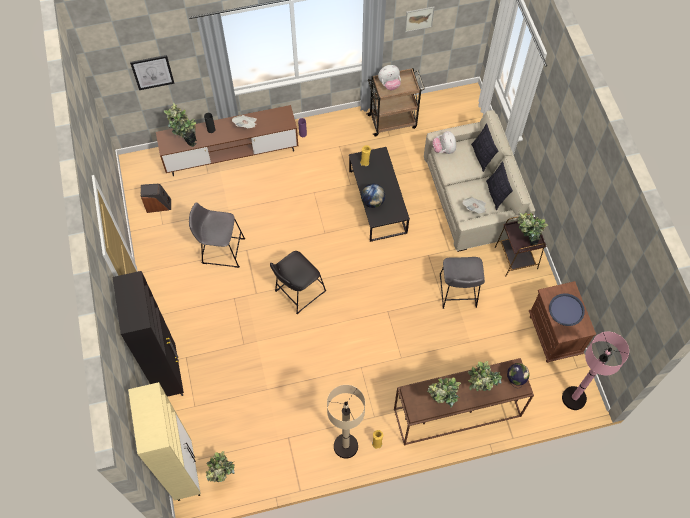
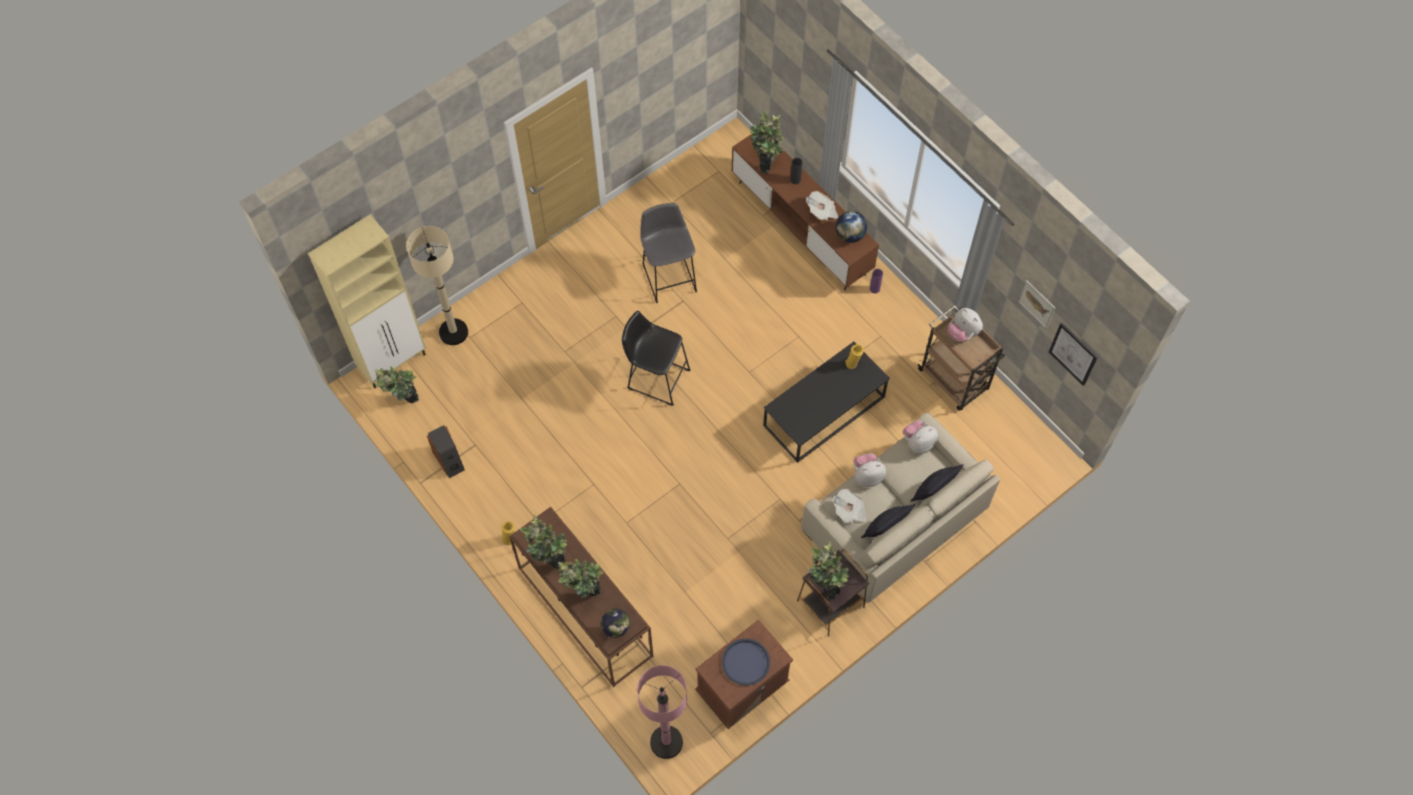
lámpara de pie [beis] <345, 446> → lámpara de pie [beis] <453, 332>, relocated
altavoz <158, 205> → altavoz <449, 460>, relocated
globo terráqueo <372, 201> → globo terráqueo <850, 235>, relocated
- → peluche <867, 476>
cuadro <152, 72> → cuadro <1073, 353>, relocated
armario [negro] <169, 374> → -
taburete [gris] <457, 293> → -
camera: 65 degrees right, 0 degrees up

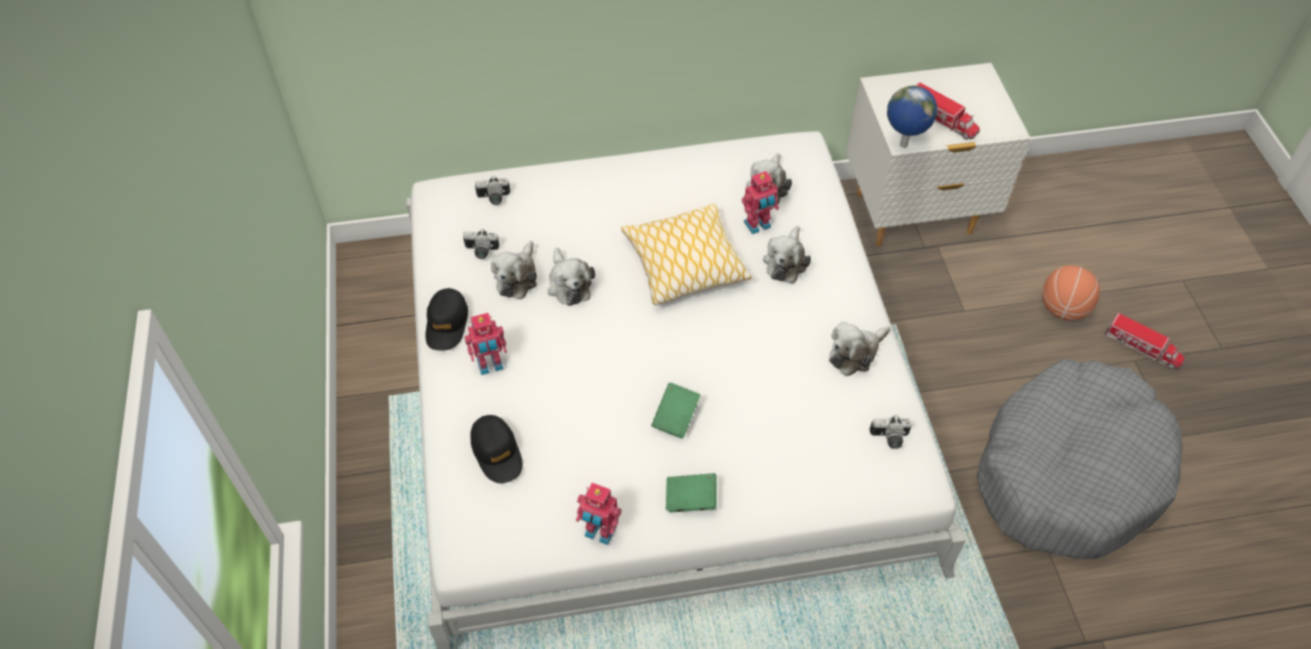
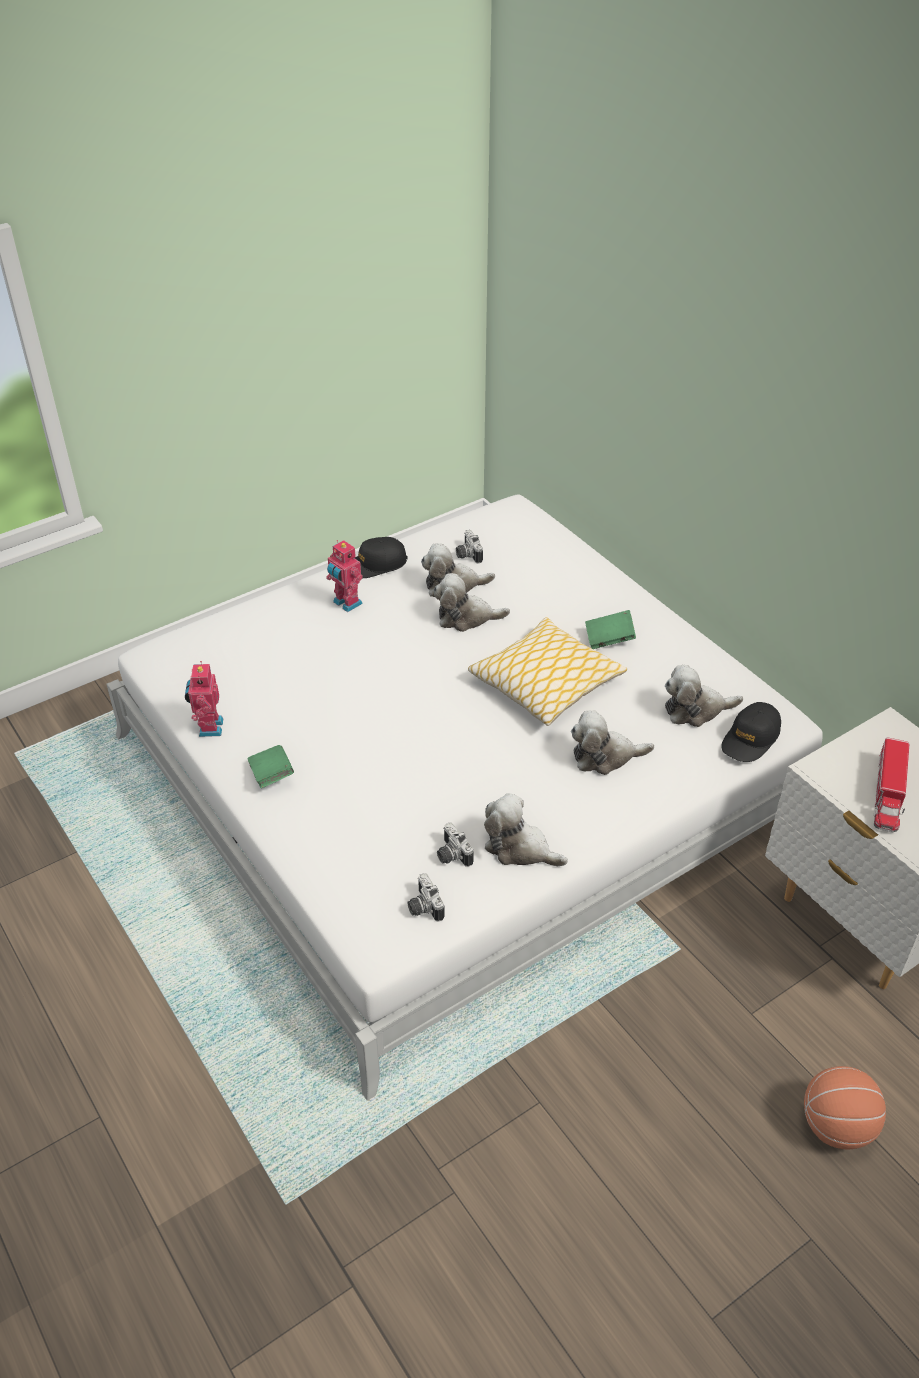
peluche <568, 284> → peluche <466, 617>, 45 degrees clockwise
cámara <493, 198> → cámara <451, 855>, relocated
libro [verde] <676, 417> → libro [verde] <609, 639>, relocated
gorra [negro] <497, 452> → gorra [negro] <750, 739>, relocated
robot de juguete <758, 225> → -
globo terráqueo <903, 146> → -
cama para perro [gris] <1069, 471> → -
camión de juguete <1142, 347> → -
camera: 65 degrees right, 10 degrees down

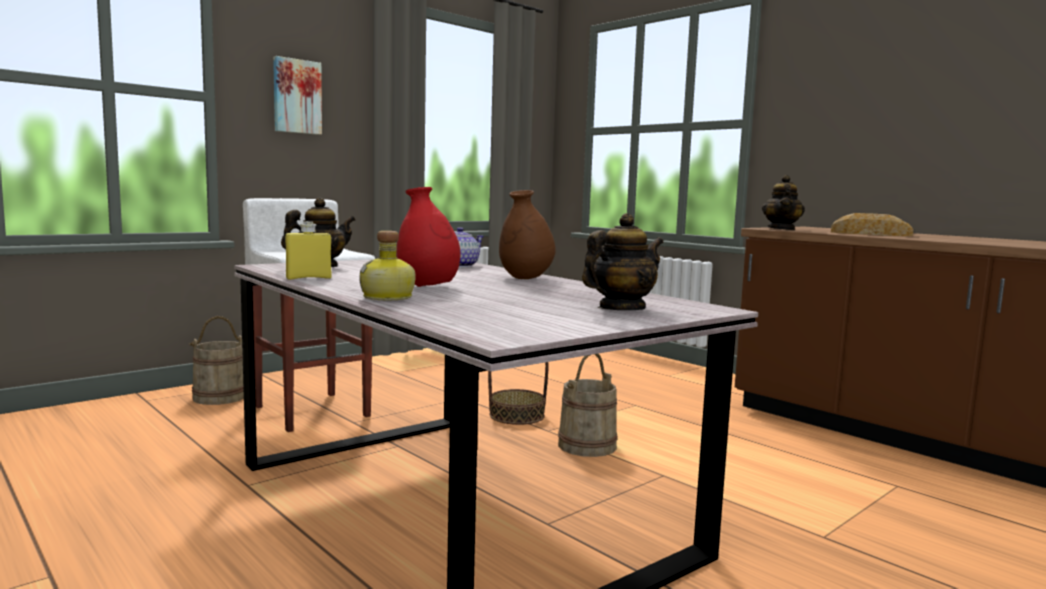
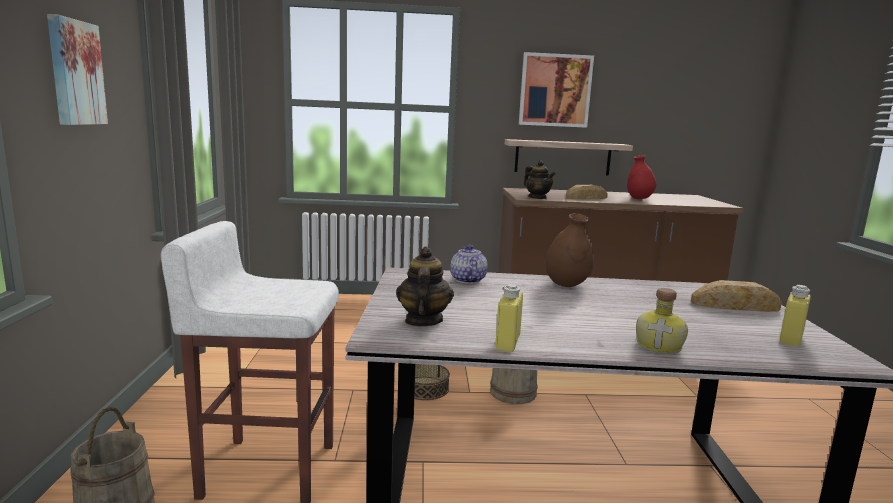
- → estante <563, 157>
- → cuadro <555, 90>
florero [rojo] <428, 287> → florero [rojo] <639, 199>, relocated
tetera <621, 309> → pan <735, 305>
- → botella [amarillo] <791, 339>
camera: 50 degrees left, 5 degrees up

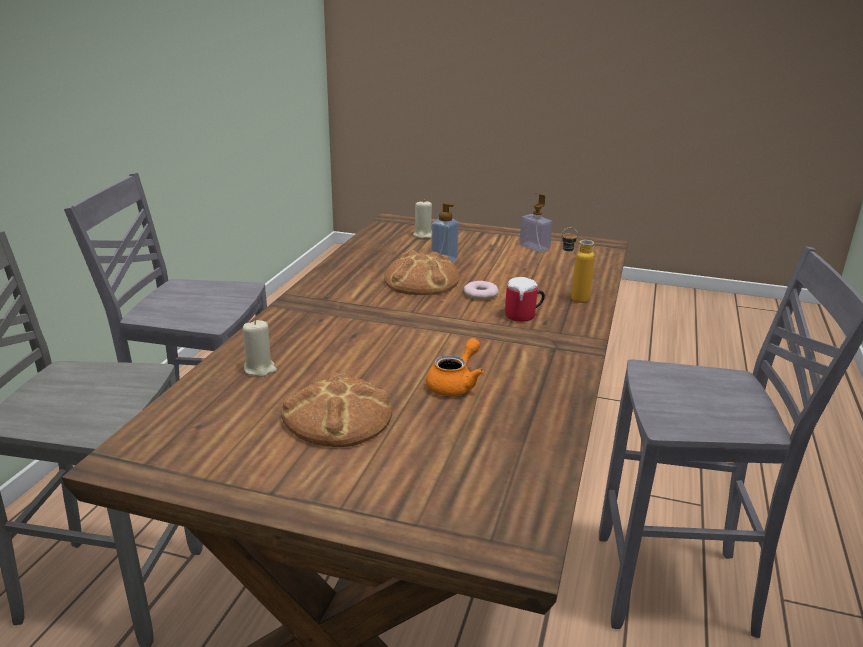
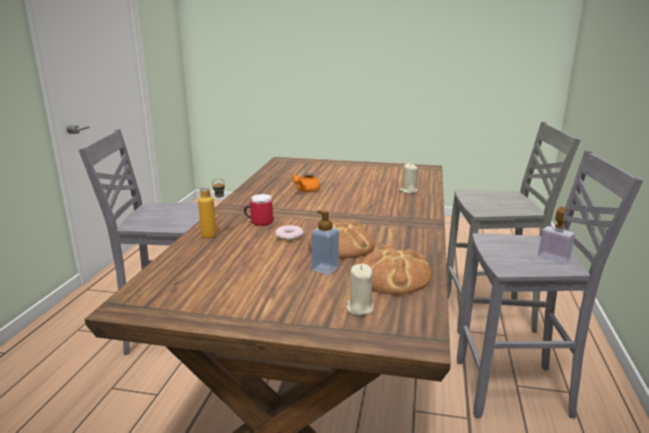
pan <337, 417> → pan <392, 276>, relocated
dispensador de jabón <534, 247> → dispensador de jabón <553, 257>, relocated
camera: 175 degrees right, 5 degrees down

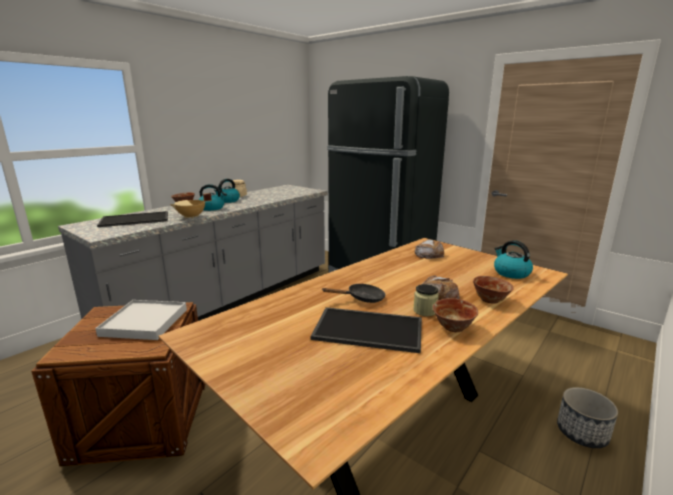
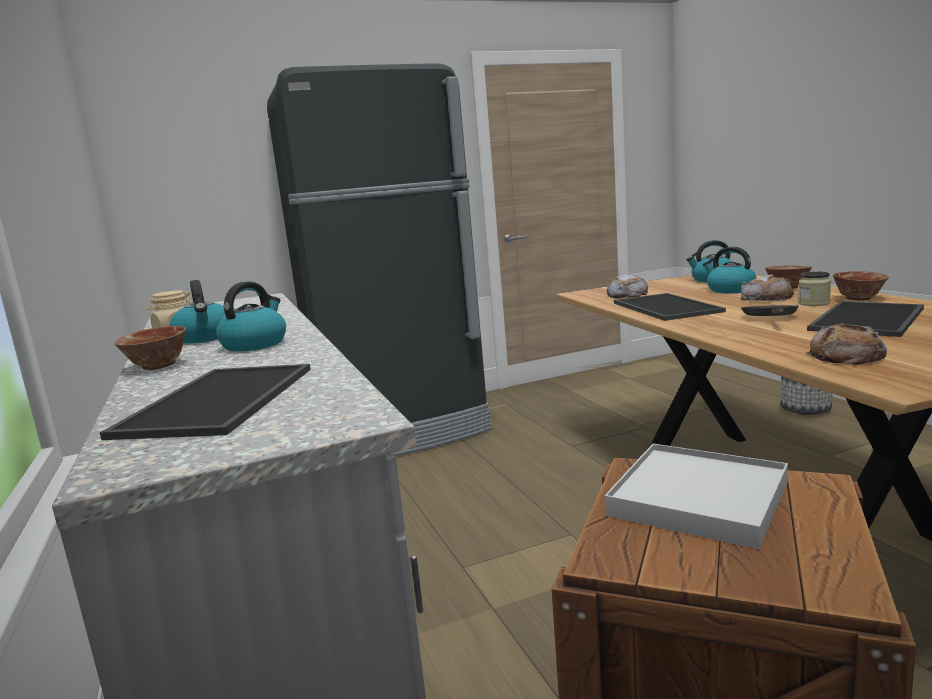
- → bandeja <663, 307>
- → hervidor <730, 290>
- → pan <847, 355>
olla [beis] <192, 217> → -
camera: 60 degrees left, 5 degrees down

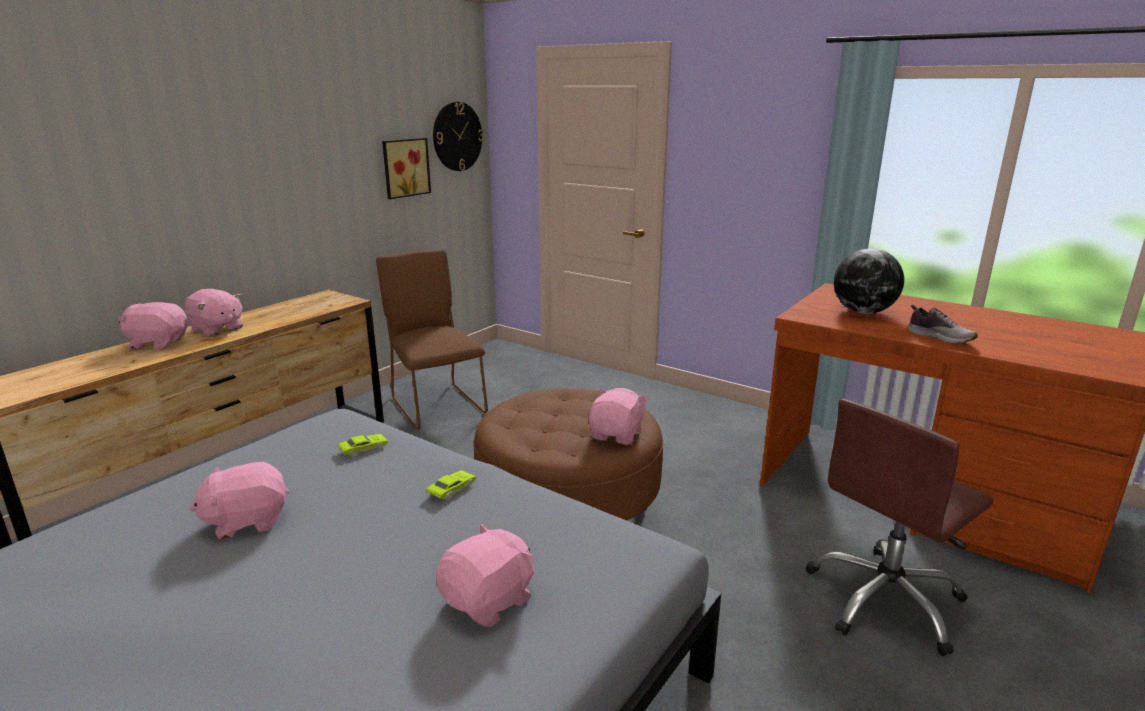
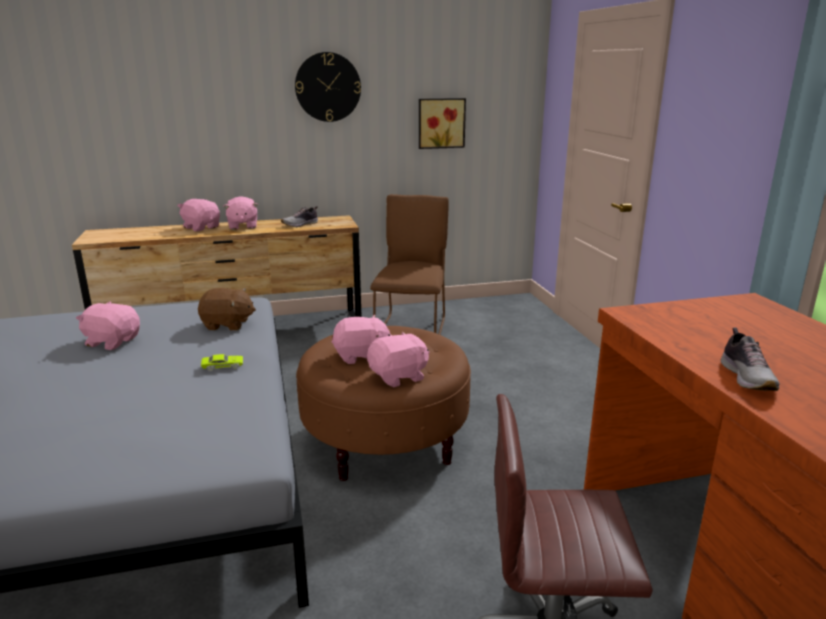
coche de juguete [verde] <363, 448> → peluche [marrón] <227, 324>
- → zapato <300, 224>
reloj de pared <457, 136> → reloj de pared <328, 87>, relocated
peluche [rosa] <489, 601> → peluche [rosa] <361, 356>, relocated
globo terráqueo <863, 312> → -
camera: 40 degrees right, 0 degrees up

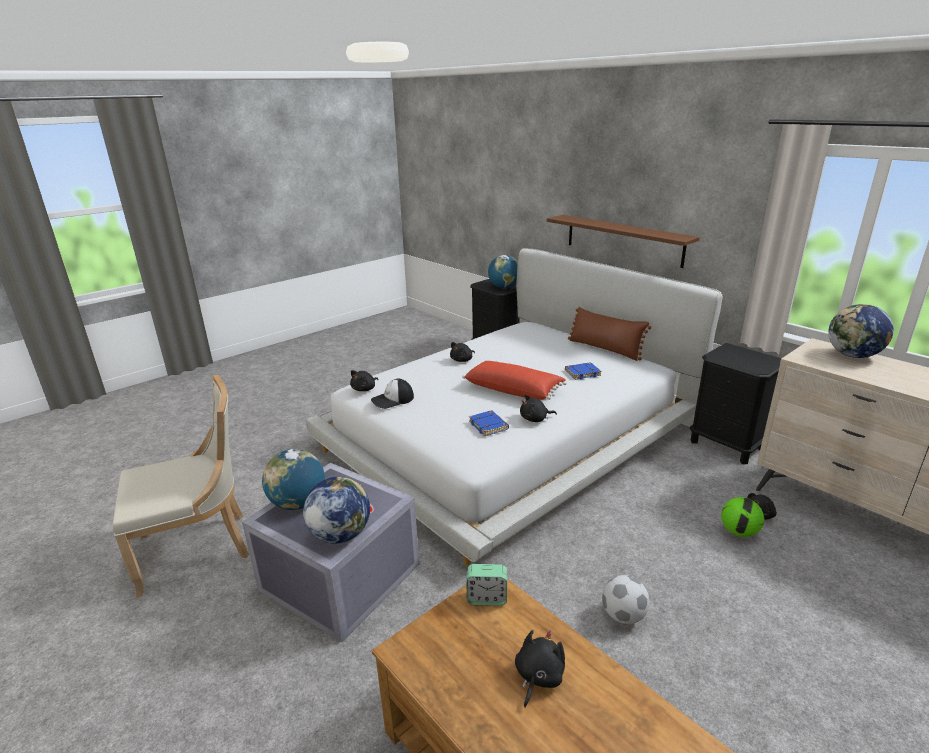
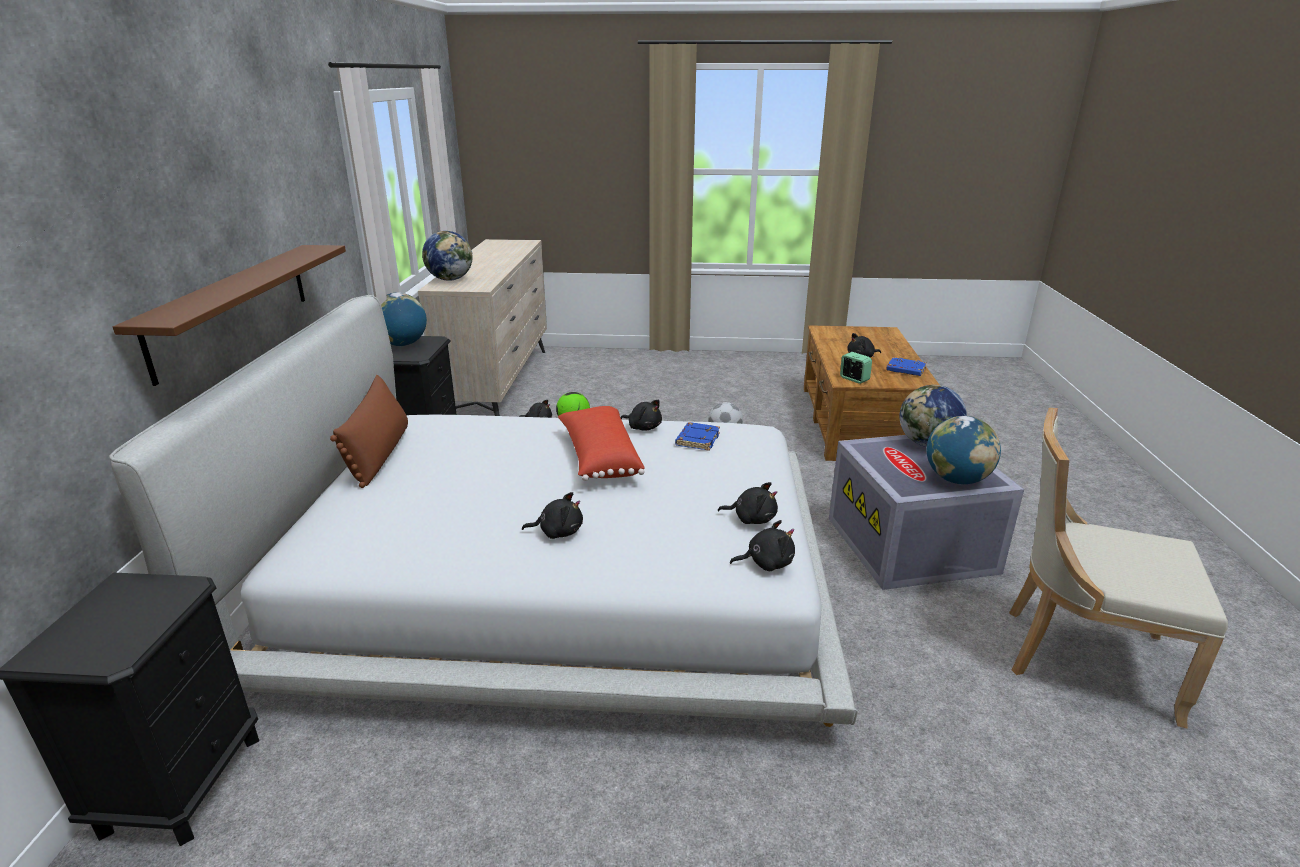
globo terráqueo <504, 287> → globo terráqueo <402, 344>, relocated
gorra <392, 399> → peluche [negro] <751, 518>
libro [azul] <582, 373> → libro [azul] <905, 370>, relocated
camera: 135 degrees left, 0 degrees up

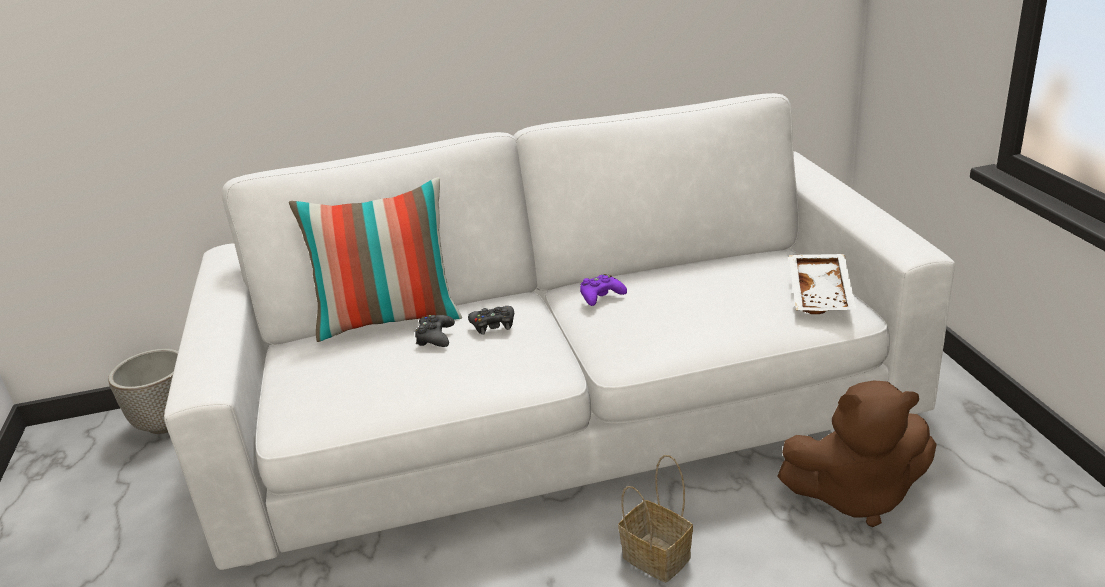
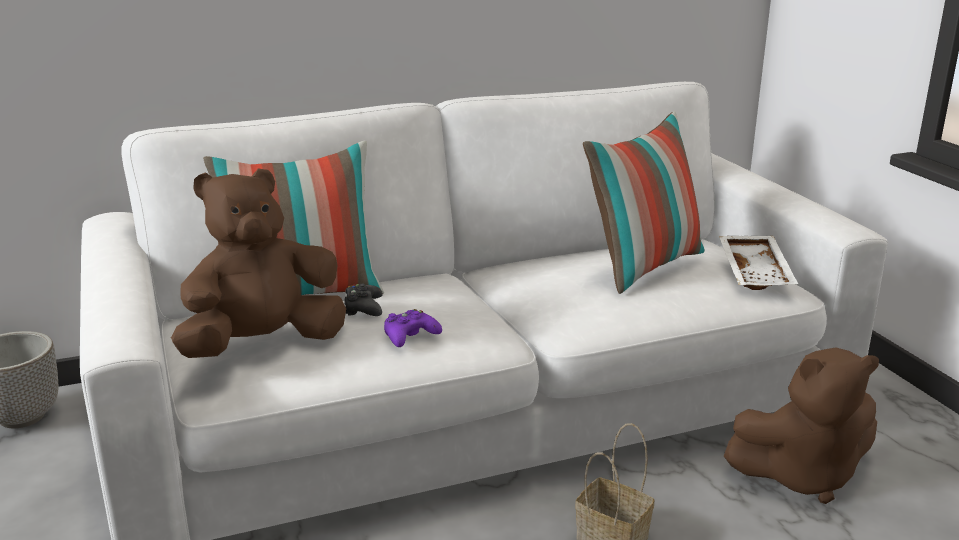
- → peluche [marrón] <263, 344>
mando de consola [morado] <601, 296> → mando de consola [morado] <410, 335>, relocated
- → cojín <643, 266>
mando de consola [negro] <493, 325> → -
camera: 10 degrees left, 5 degrees down

